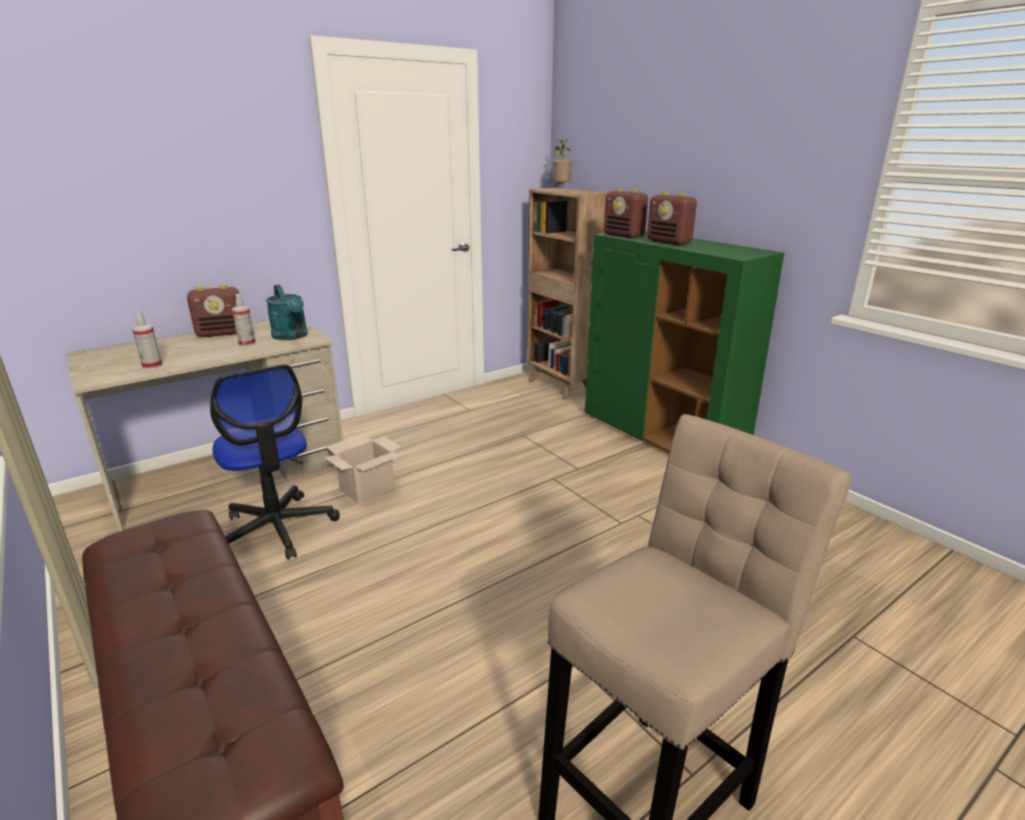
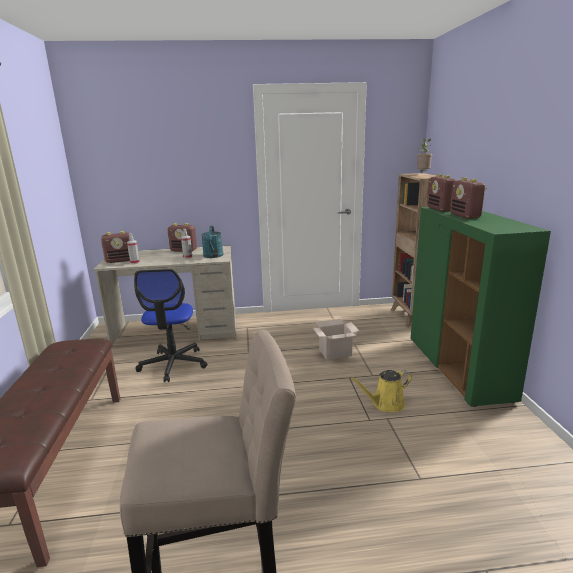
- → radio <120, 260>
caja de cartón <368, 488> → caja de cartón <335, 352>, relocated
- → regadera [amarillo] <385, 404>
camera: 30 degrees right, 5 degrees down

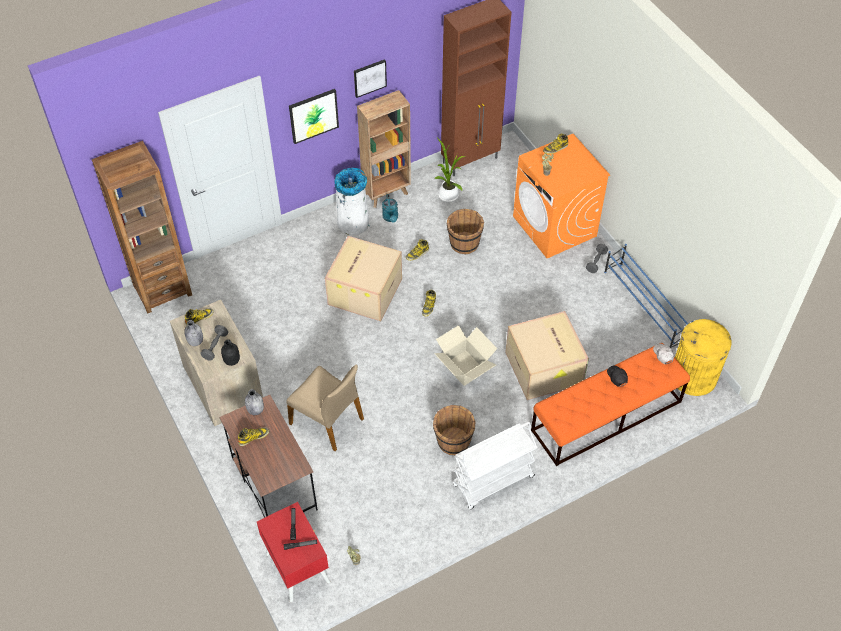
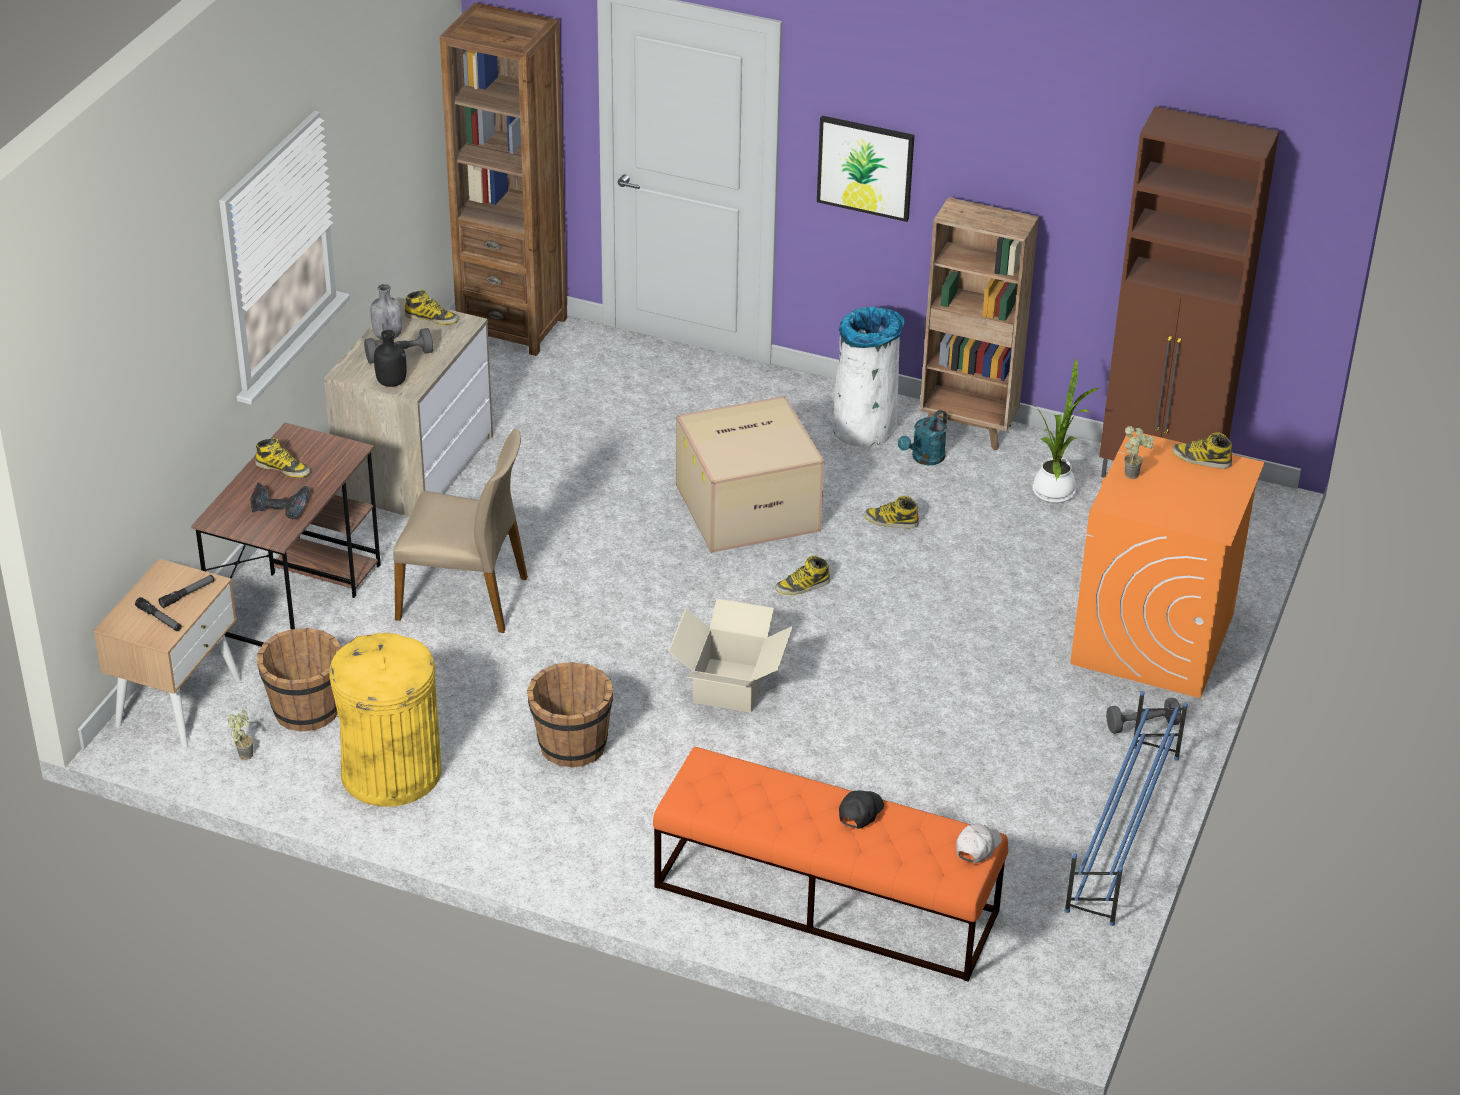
mesita de noche [rojo] <297, 567> → mesita de noche [beis] <178, 701>
- → taladro <281, 506>
cubo [marrón] <464, 244> → cubo [marrón] <305, 710>, relocated
papelera [amarillo] <693, 376> → papelera [amarillo] <390, 772>, relocated
silla [beis] <328, 421> → silla [beis] <464, 597>, 75 degrees counterclockwise
botella [gris] <255, 410> → -
cuadro <369, 77> → -
carrito [blanco] <493, 482> → -
caja de cartón <545, 368> → -
camera: 50 degrees right, 15 degrees down

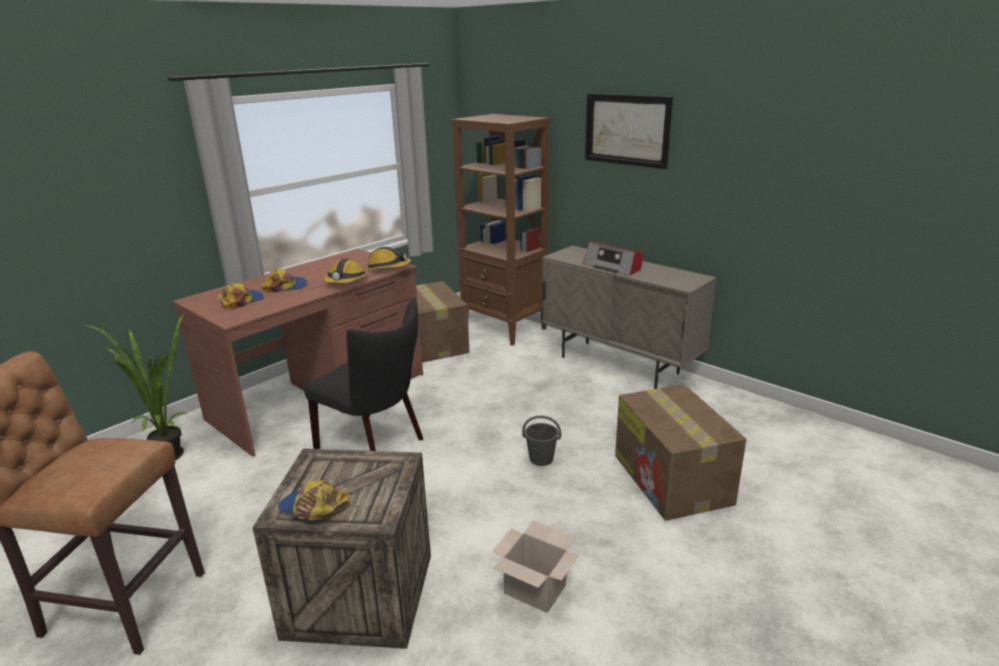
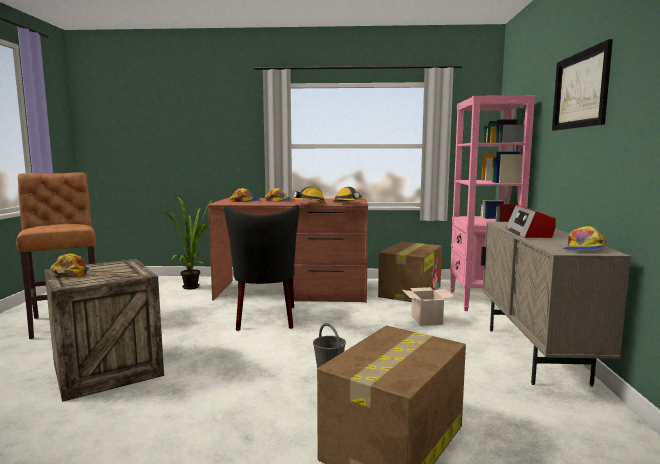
caja de cartón <536, 589> → caja de cartón <427, 320>, relocated
estantería [marrón] <505, 328> → estantería [rosa] <482, 301>
- → gorra <584, 249>
camera: 50 degrees right, 15 degrees down

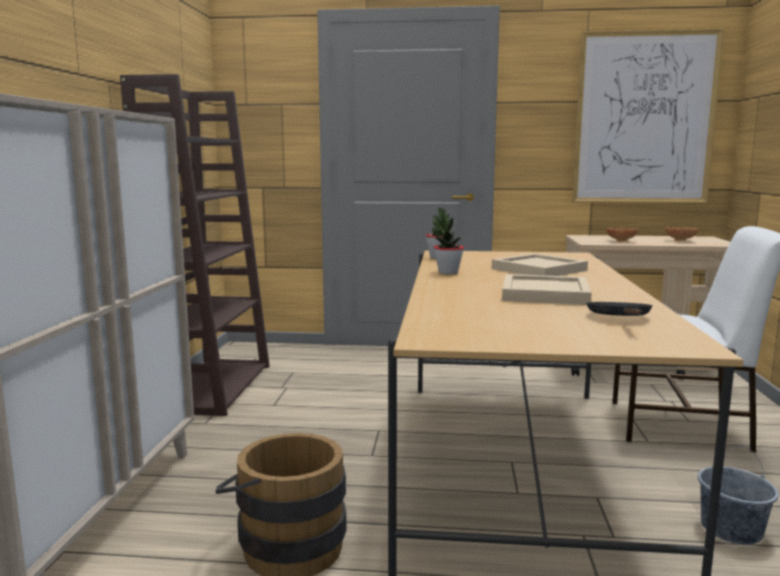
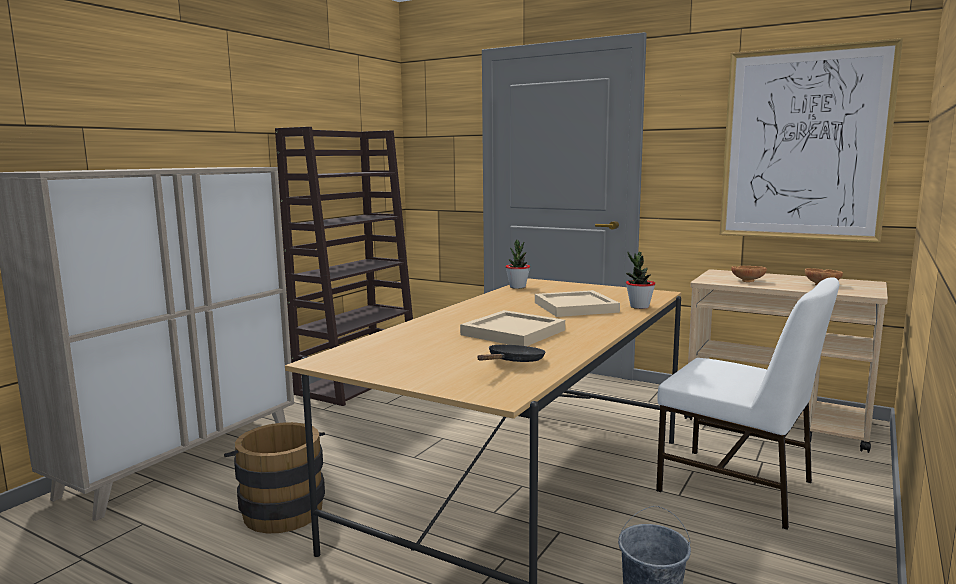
planta en maceta <448, 272> → planta en maceta <639, 307>, relocated
camera: 25 degrees right, 0 degrees up

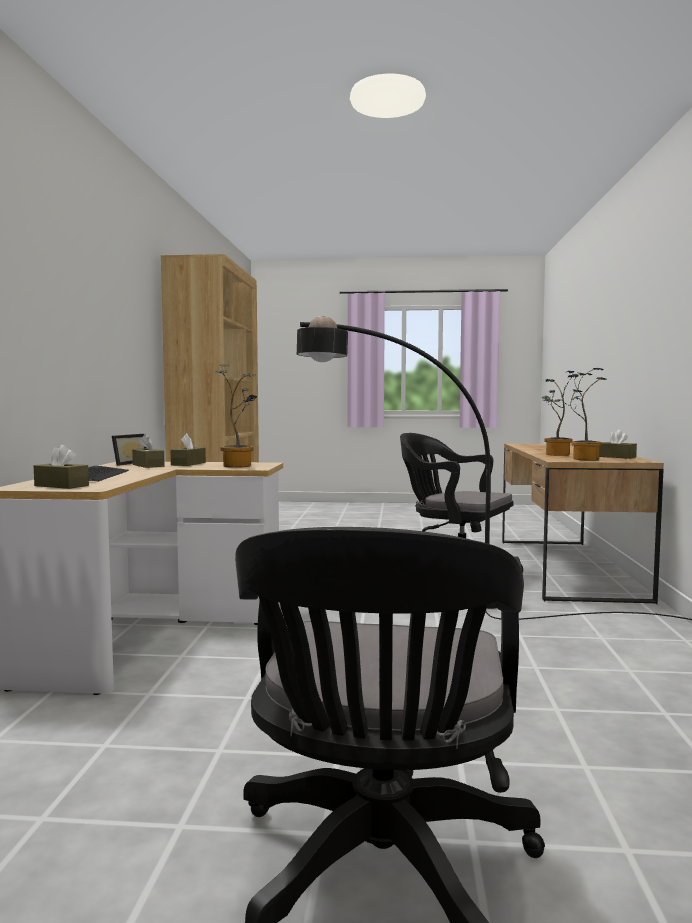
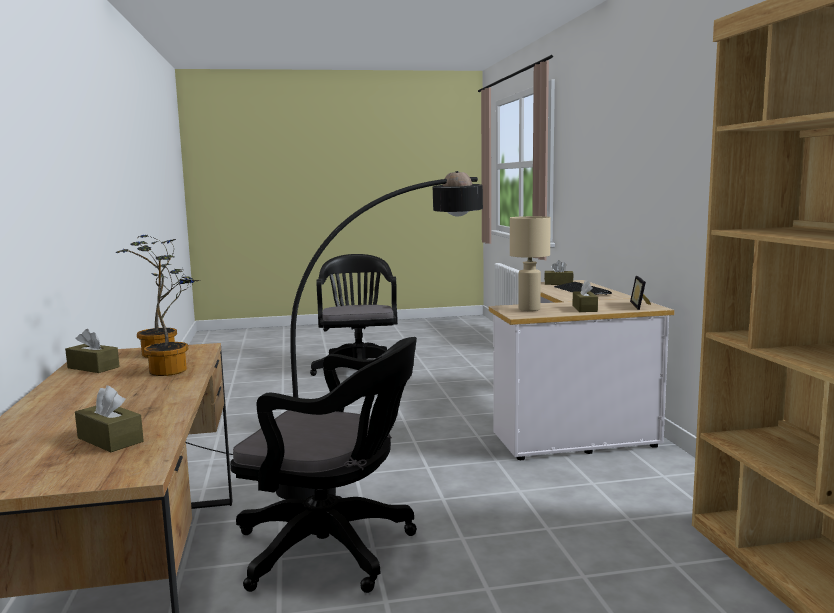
caja de pañuelos [marrón] <148, 465> → caja de pañuelos [marrón] <110, 440>, relocated
planta en maceta <239, 465> → lámpara de mesa [beis] <530, 309>
camera: 165 degrees right, 5 degrees up

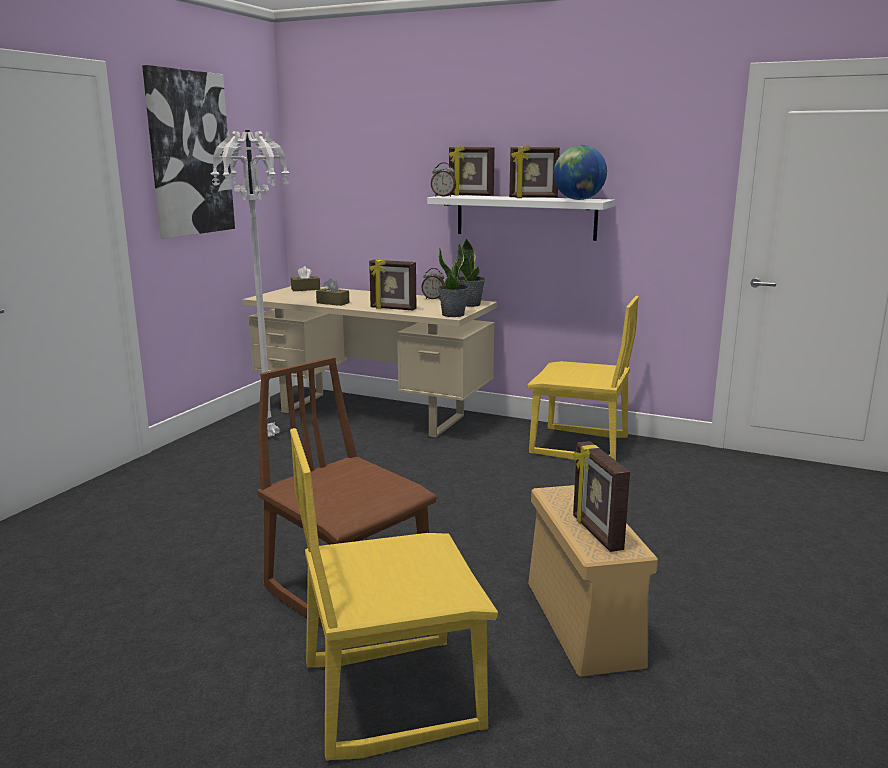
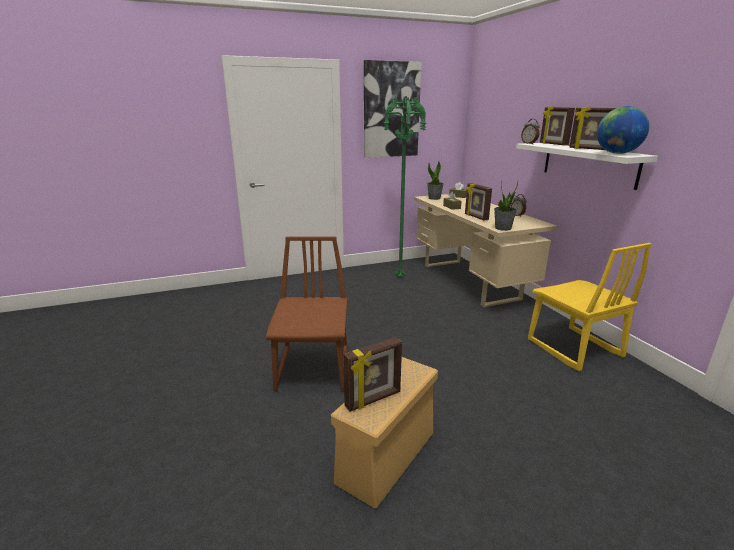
portarretratos <596, 533> → portarretratos <373, 400>, 150 degrees counterclockwise
lámpara de pie [blanco] <268, 436> → lámpara de pie [verde] <399, 276>
planta en maceta <470, 304> → planta en maceta <434, 198>, relocated
silla [amarillo] <391, 695> → -
camera: 45 degrees right, 5 degrees up

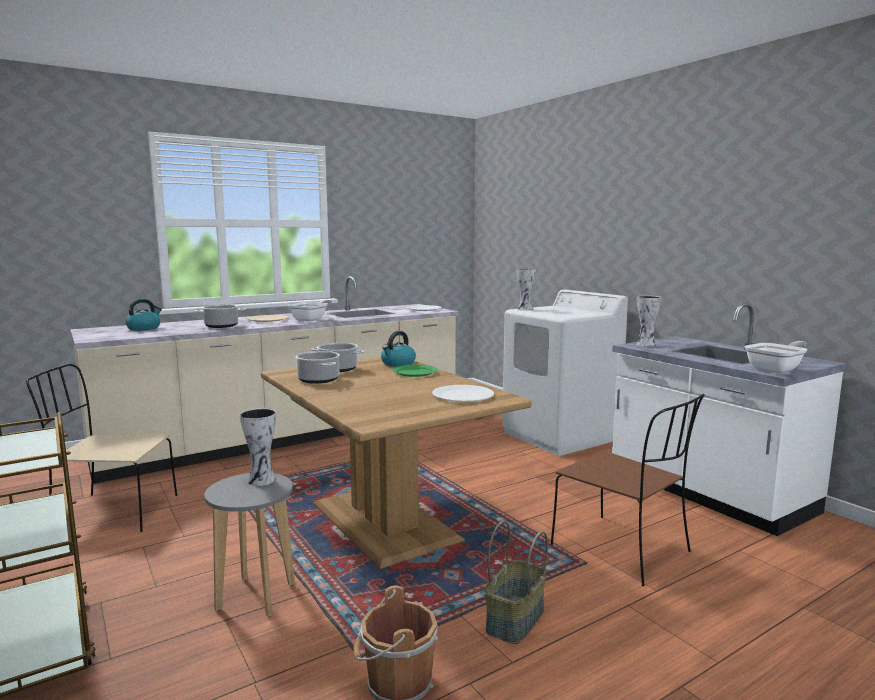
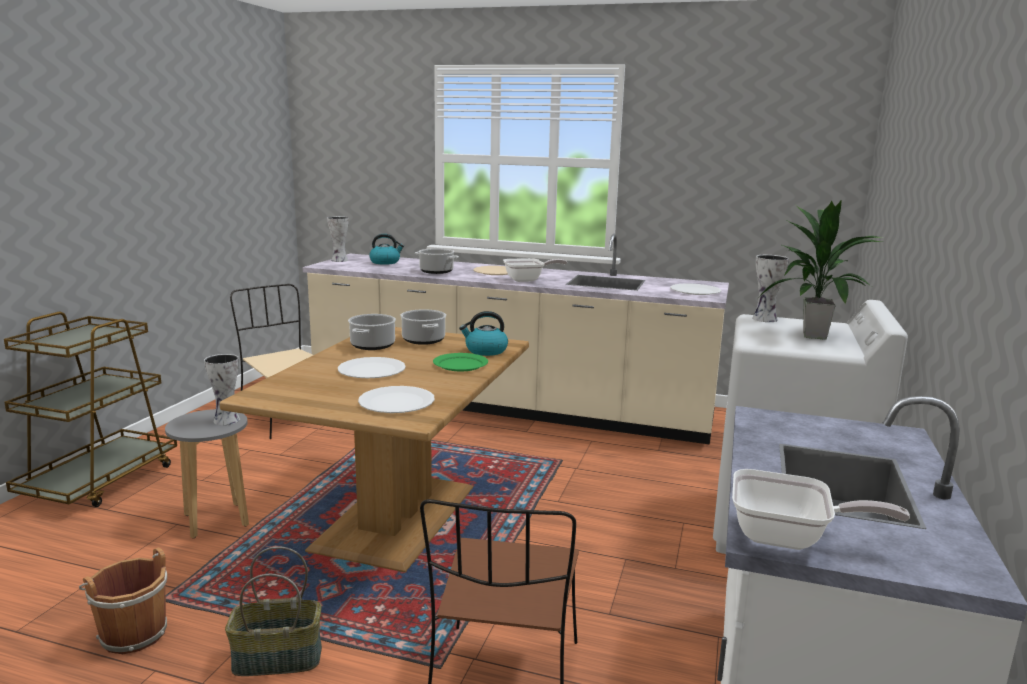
florero <646, 345> → florero <338, 260>, relocated
- → plato [blanco] <371, 370>
- → planta en maceta <815, 335>
camera: 50 degrees right, 5 degrees up

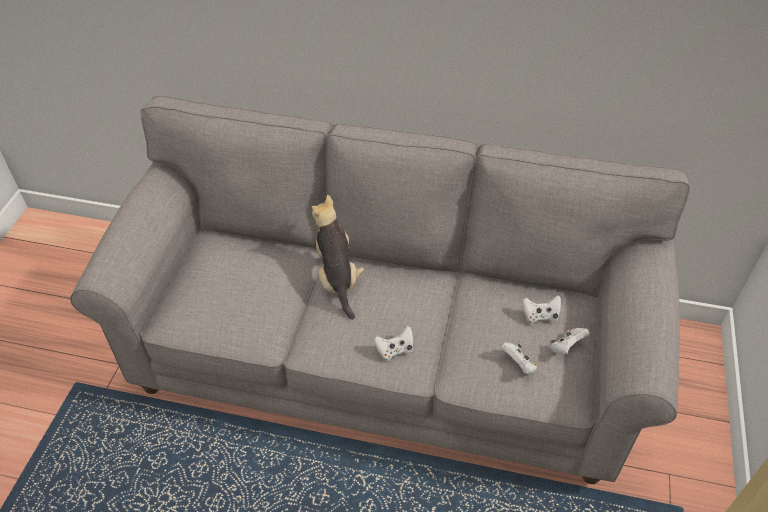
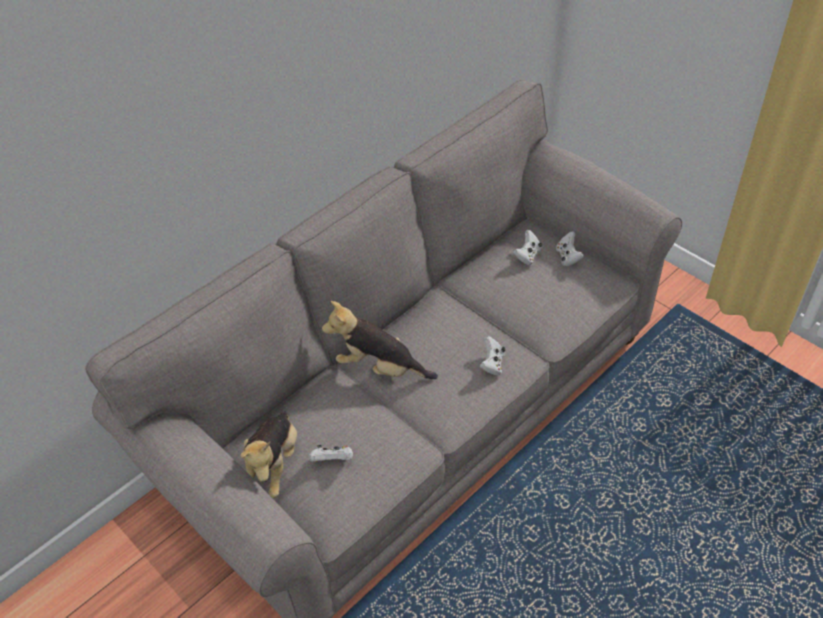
- → peluche <274, 464>
mando de consola [blanco] <518, 365> → mando de consola [blanco] <333, 460>, relocated
camera: 55 degrees left, 0 degrees up

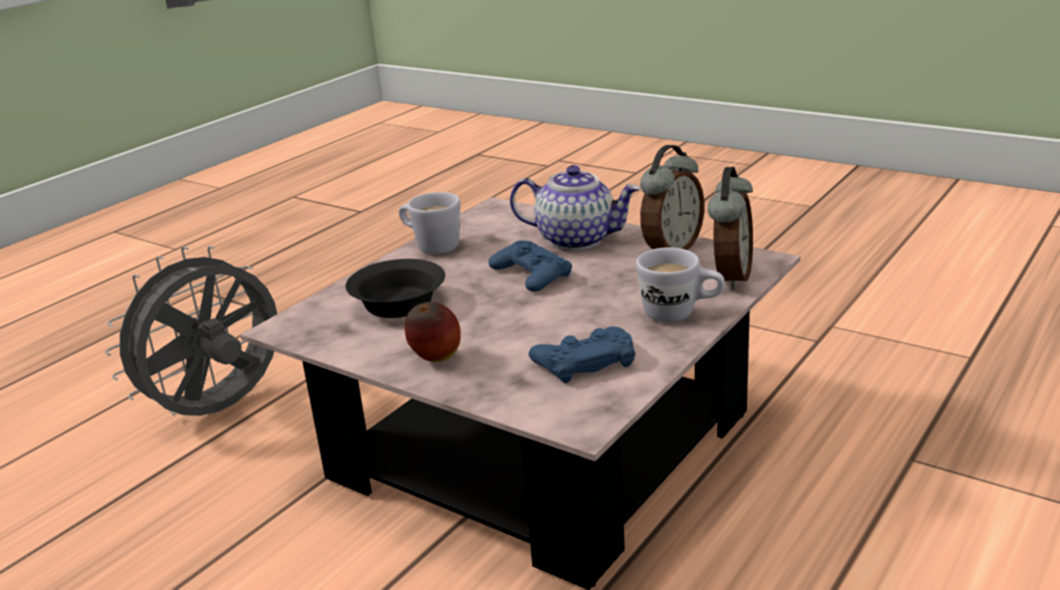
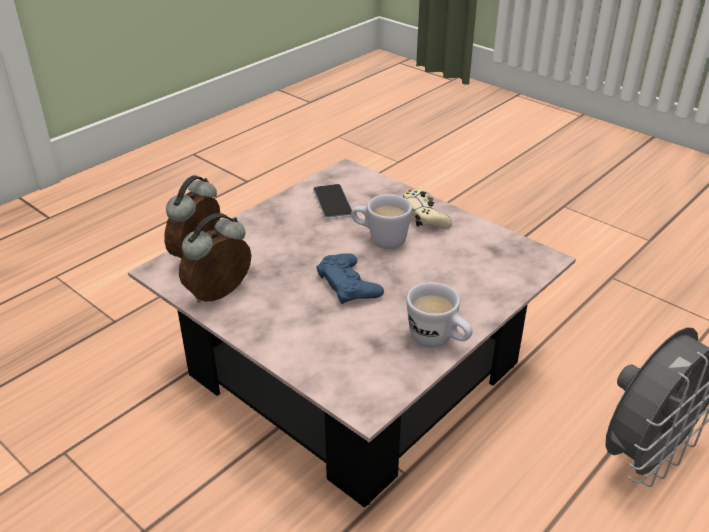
mando de consola [azul] <585, 362> → móvil <332, 203>
taza grande [blanco] <680, 314> → taza grande [blanco] <380, 240>, relocated
manzana <436, 360> → mando de consola [beis] <425, 216>
cuenco [negro] <401, 305> → -
tetera <577, 239> → -
camera: 175 degrees left, 10 degrees up

